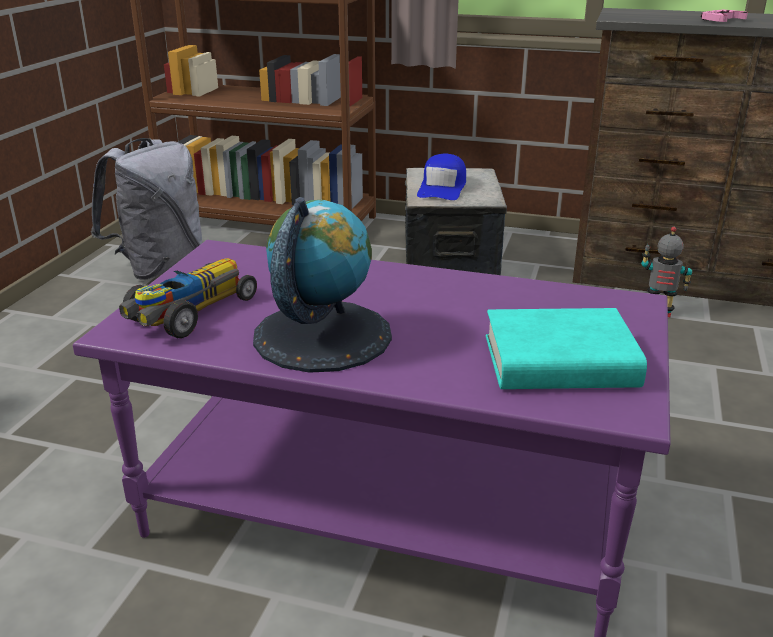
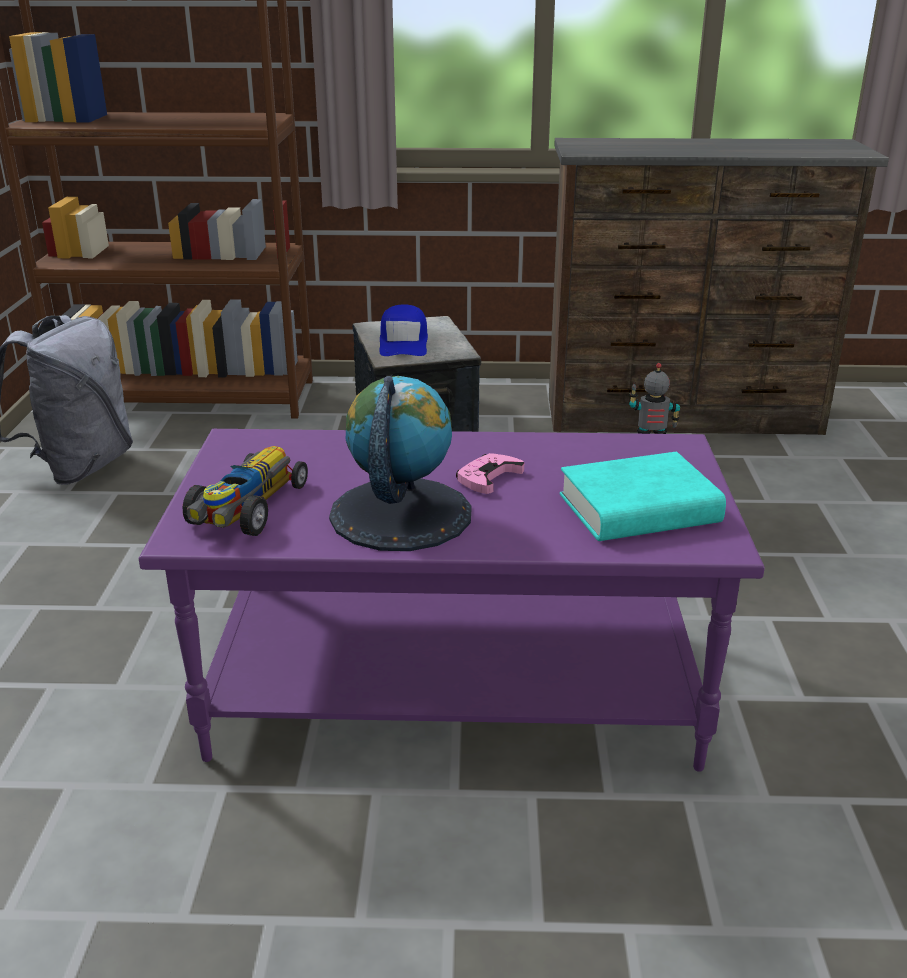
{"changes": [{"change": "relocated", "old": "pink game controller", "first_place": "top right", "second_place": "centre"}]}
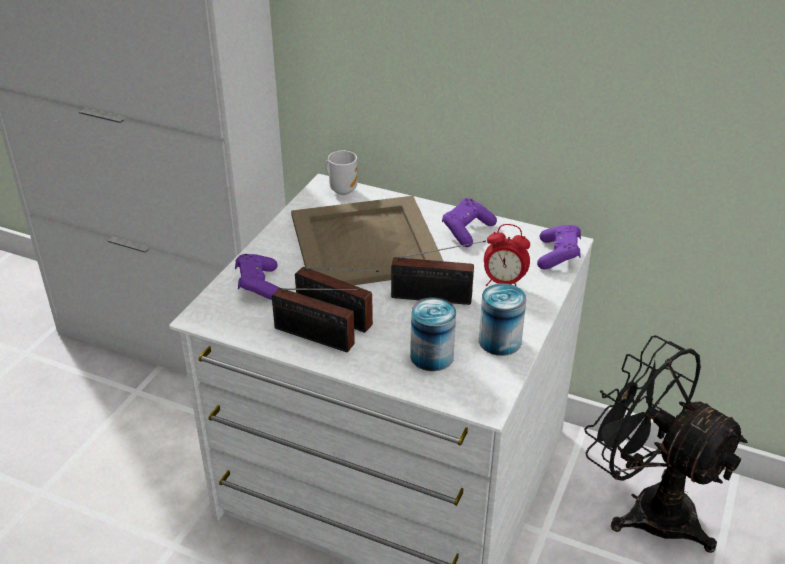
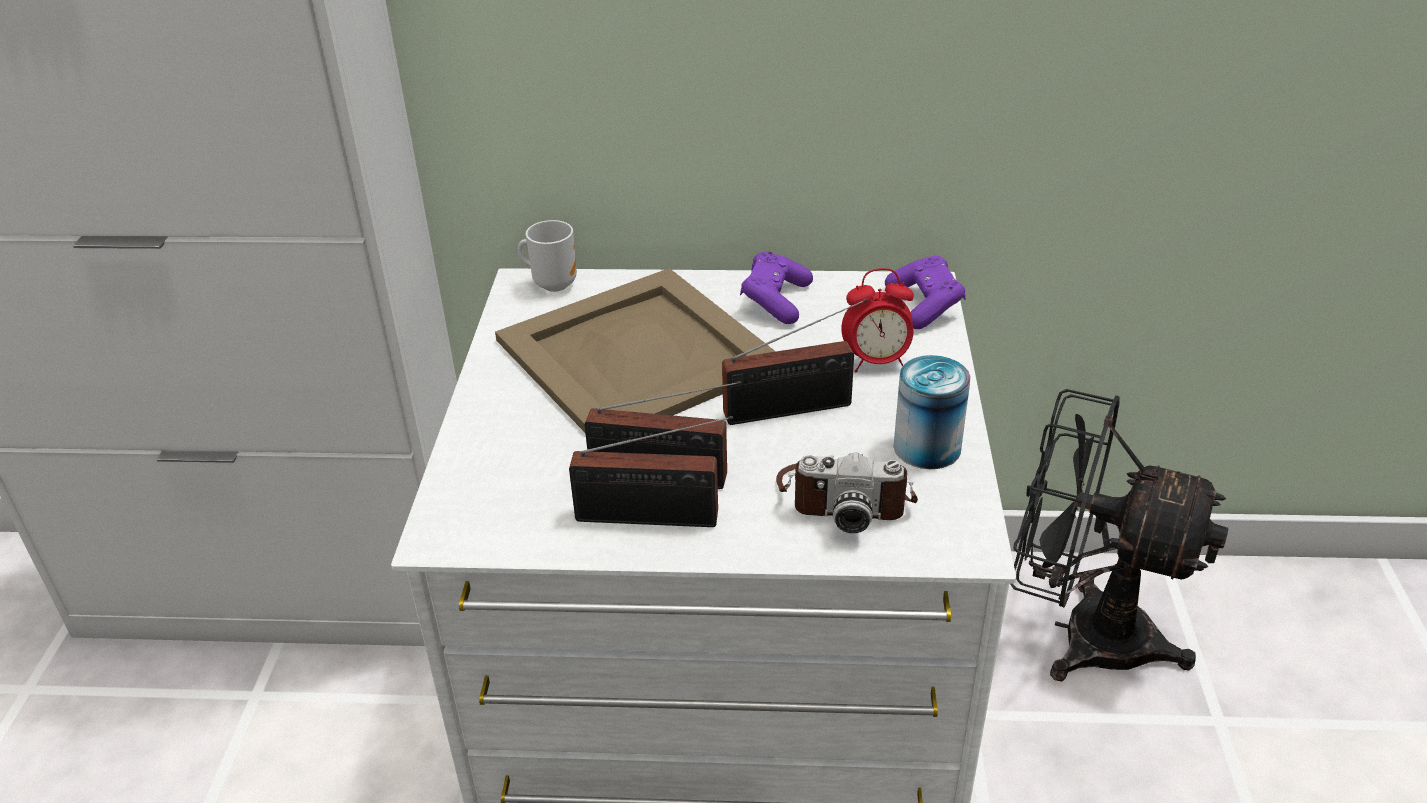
{"changes": [{"change": "missing", "old": "purple game controller (no. 1 from left)", "first_place": "middle left"}, {"change": "exchanged", "old": "can (no. 1 from left)", "new": "photo camera", "first_place": "centre", "second_place": "centre"}]}
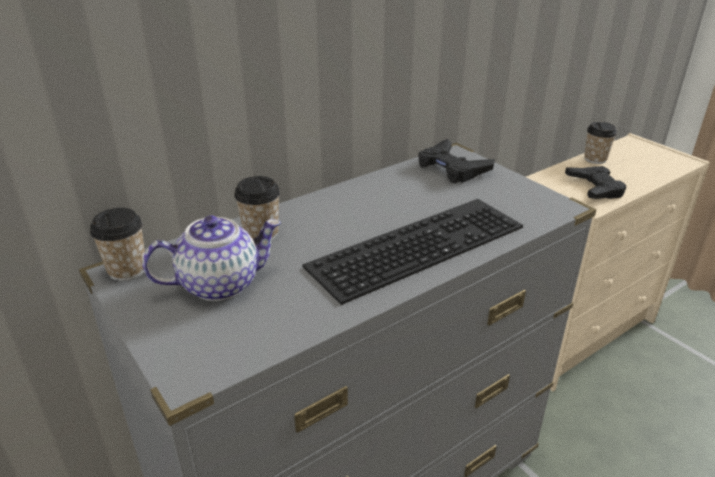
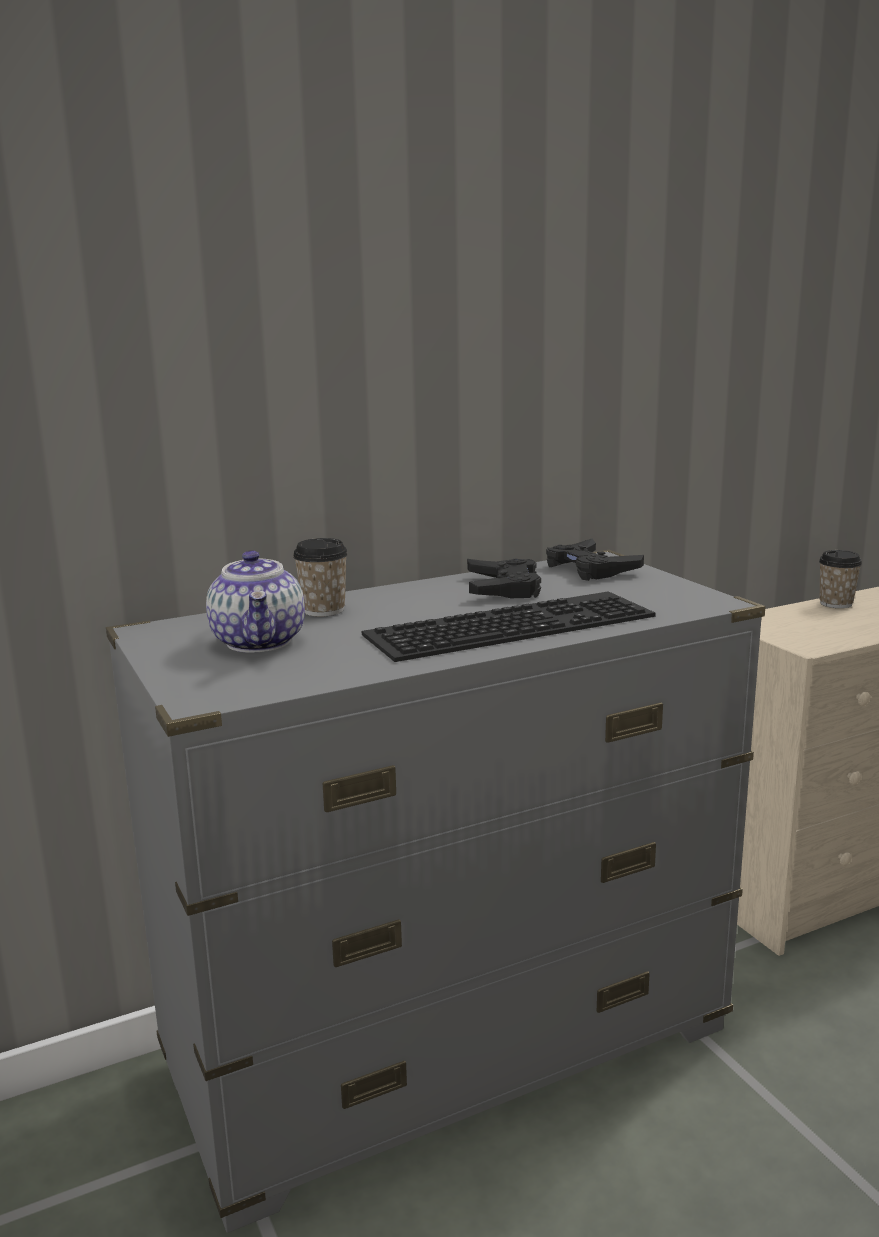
{"changes": [{"change": "relocated", "old": "black game controller (no. 2 from left in the first image)", "new": "black game controller (no. 1 from left)", "first_place": "middle right", "second_place": "centre"}, {"change": "missing", "old": "cup (no. 1 from left)", "first_place": "middle left"}, {"change": "spun", "old": "teapot", "first_place": "middle left", "second_place": "middle left", "degrees": 90}]}
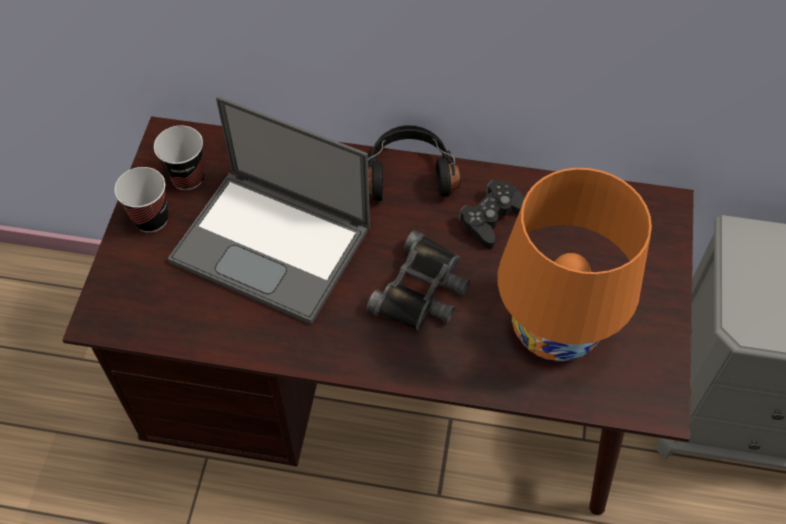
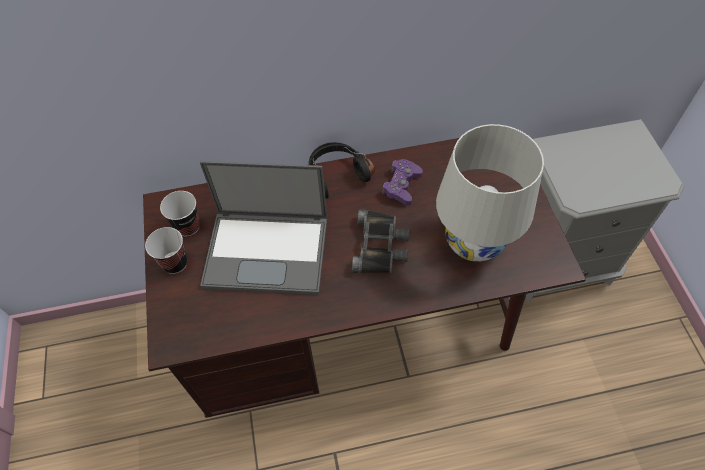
{"changes": [{"change": "colour", "old": "orange table lamp", "new": "white table lamp", "first_place": "middle right", "second_place": "middle right"}, {"change": "colour", "old": "black game controller", "new": "purple game controller", "first_place": "centre", "second_place": "centre"}]}
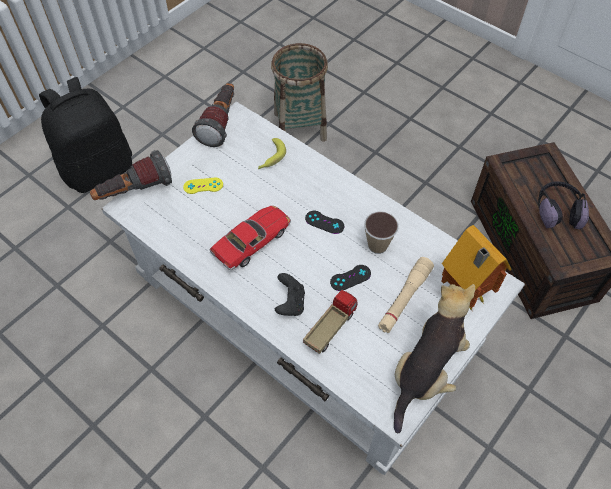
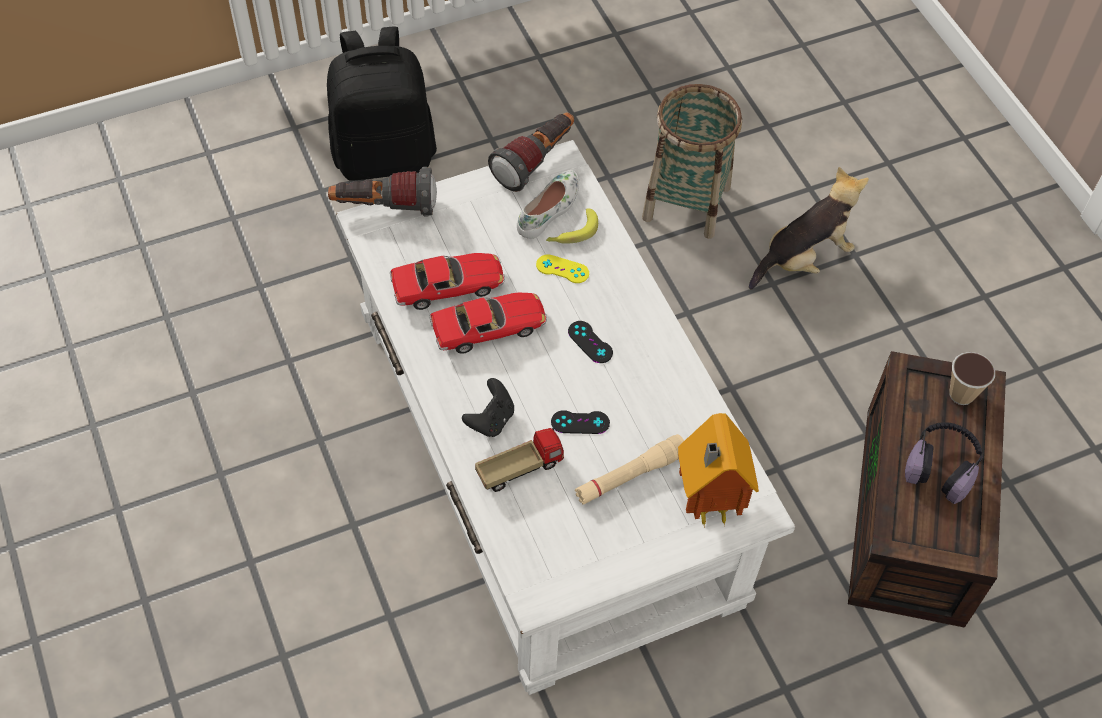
{"changes": [{"change": "relocated", "old": "yellow game controller", "first_place": "middle left", "second_place": "centre"}, {"change": "relocated", "old": "cup", "first_place": "centre", "second_place": "middle right"}, {"change": "relocated", "old": "plush toy", "first_place": "bottom right", "second_place": "top right"}, {"change": "appeared", "new": "white shoe", "second_place": "top centre"}, {"change": "appeared", "new": "toy car (no. 1 from left)", "second_place": "centre"}]}
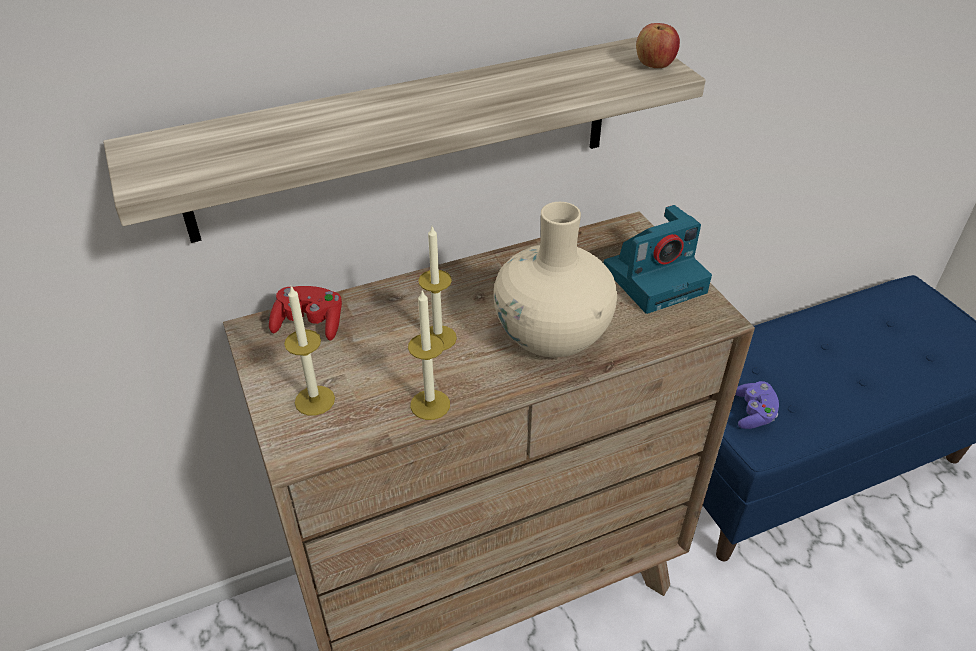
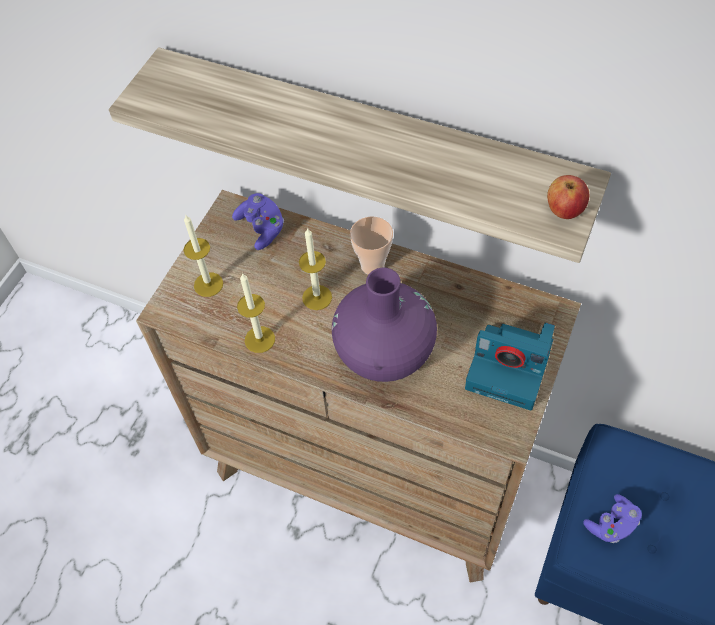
{"changes": [{"change": "colour", "old": "beige vase", "new": "purple vase", "first_place": "centre", "second_place": "centre"}, {"change": "colour", "old": "red game controller", "new": "purple game controller (no. 1 from left)", "first_place": "middle left", "second_place": "centre"}, {"change": "appeared", "new": "cup", "second_place": "centre"}]}
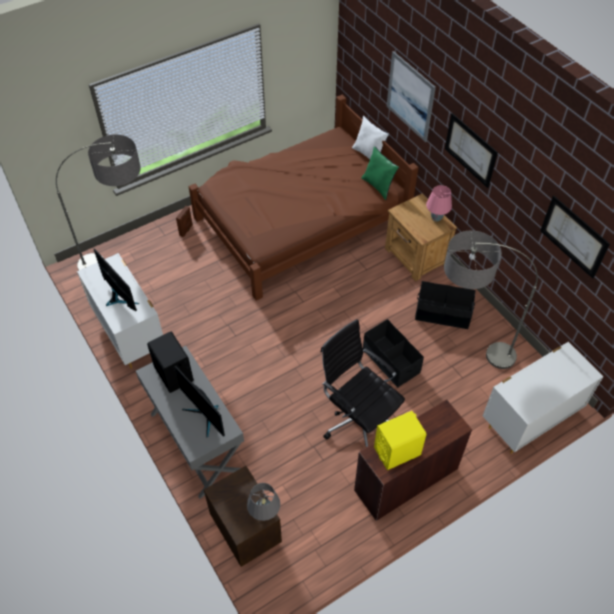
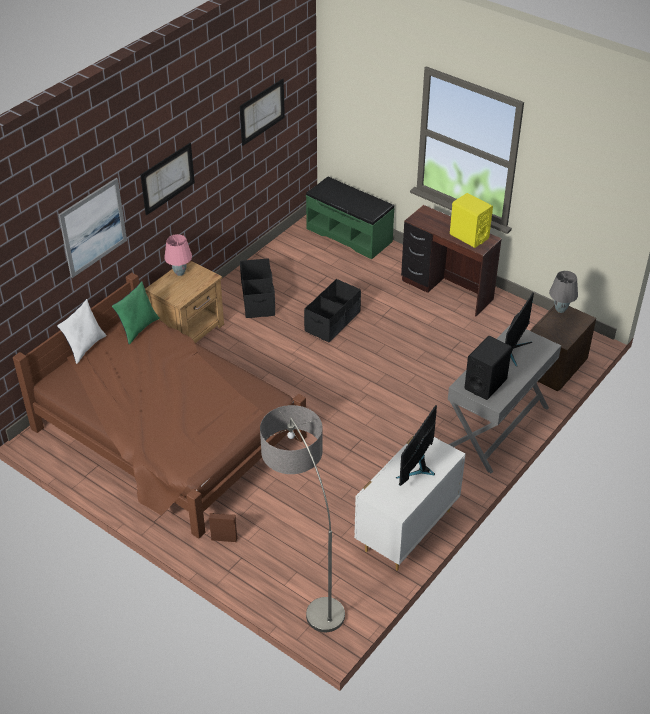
{"changes": [{"change": "missing", "old": "floor lamp (no. 2 from left)", "first_place": "middle right"}, {"change": "missing", "old": "black office chair", "first_place": "centre"}, {"change": "exchanged", "old": "white dresser (no. 2 from left)", "new": "green bench", "first_place": "middle right", "second_place": "top centre"}]}
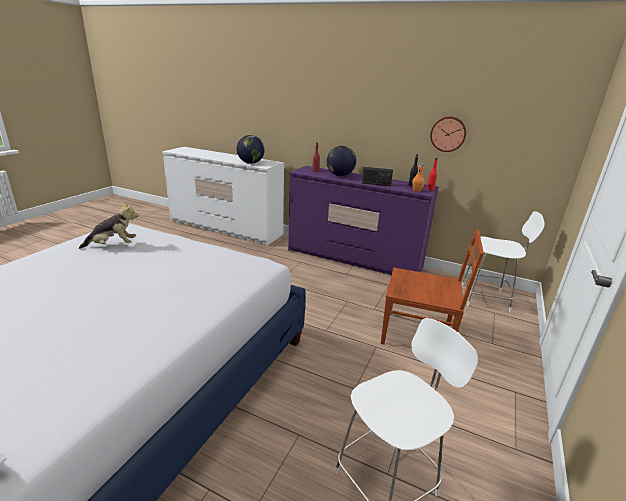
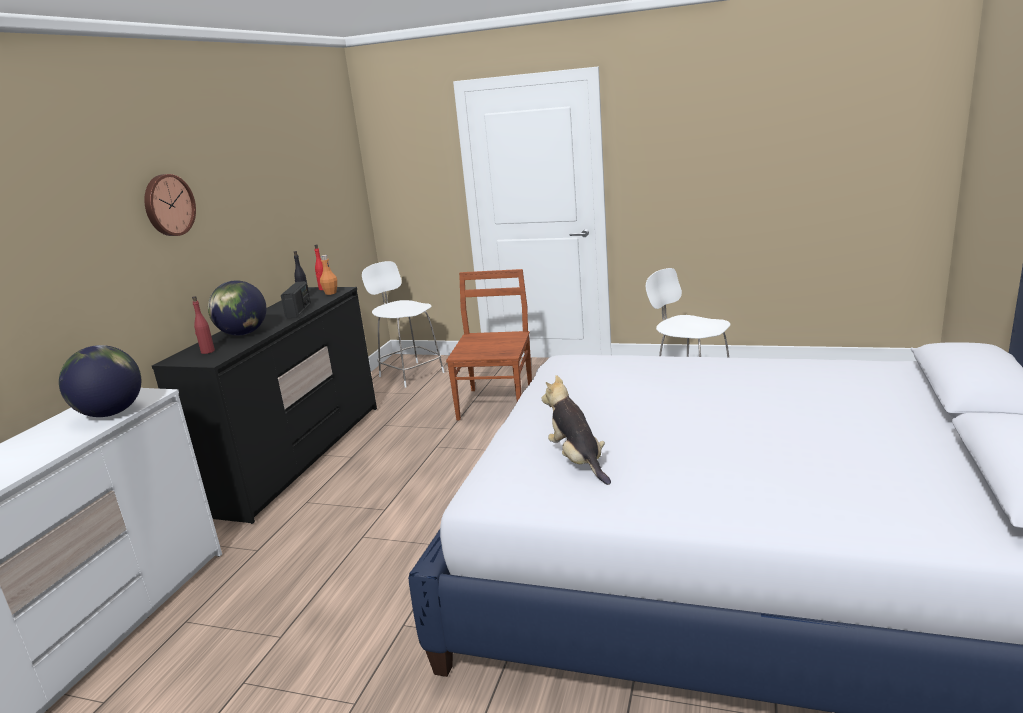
{"changes": [{"change": "relocated", "old": "wall clock", "first_place": "top right", "second_place": "top left"}, {"change": "colour", "old": "purple dresser", "new": "black dresser", "first_place": "centre", "second_place": "middle left"}, {"change": "spun", "old": "white chair (no. 2 from left in the first image)", "first_place": "middle right", "second_place": "centre", "degrees": -45}]}
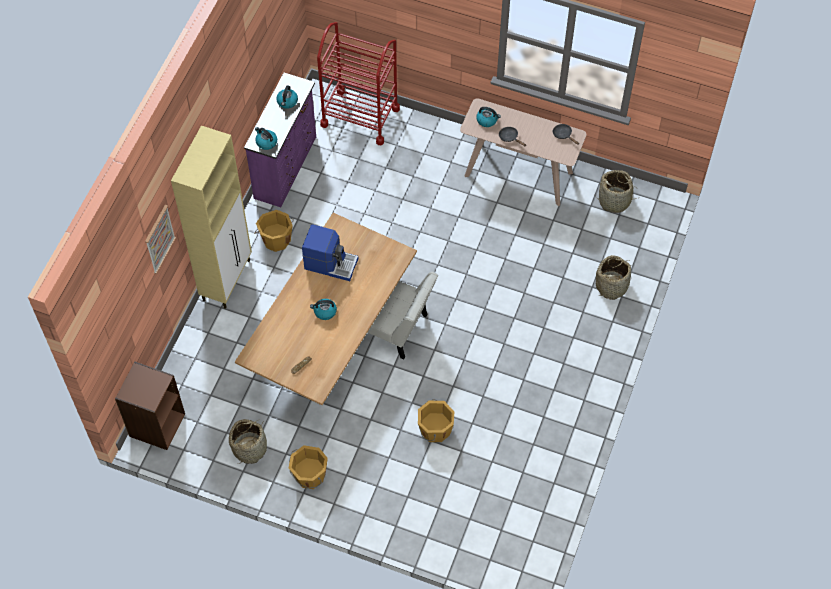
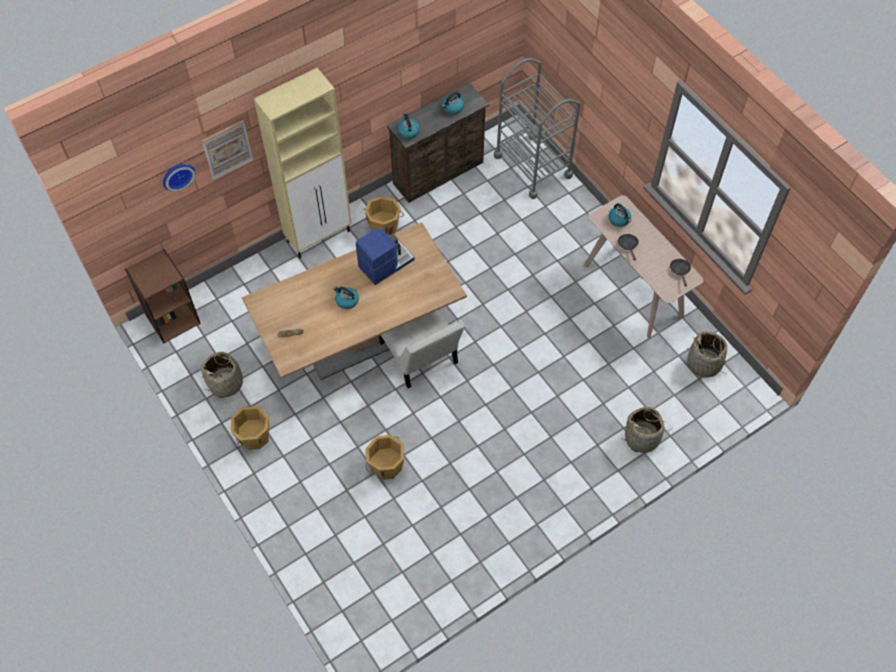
{"changes": [{"change": "colour", "old": "red cart", "new": "grey cart", "first_place": "top centre", "second_place": "top centre"}, {"change": "colour", "old": "purple dresser", "new": "brown dresser", "first_place": "top centre", "second_place": "top centre"}, {"change": "spun", "old": "coffee machine", "first_place": "centre", "second_place": "centre", "degrees": -90}, {"change": "appeared", "new": "wall clock", "second_place": "top left"}]}
